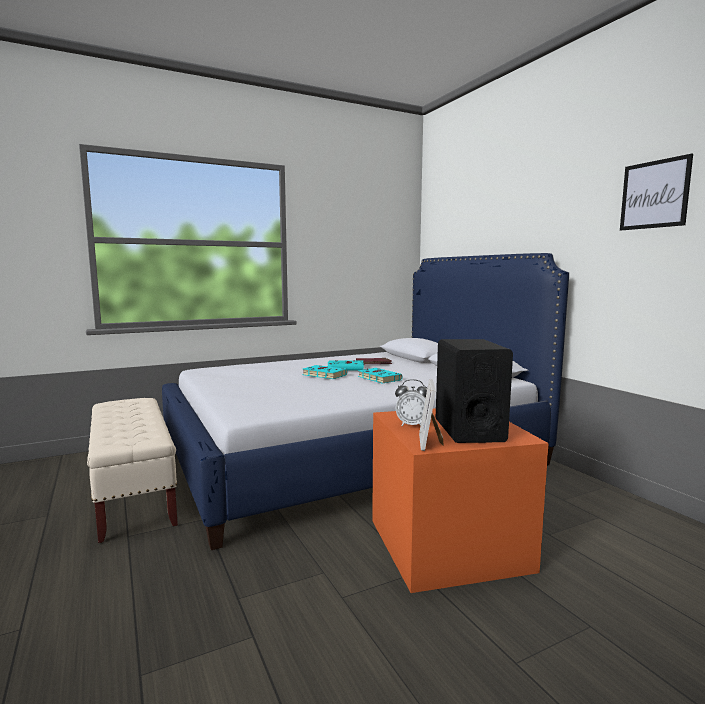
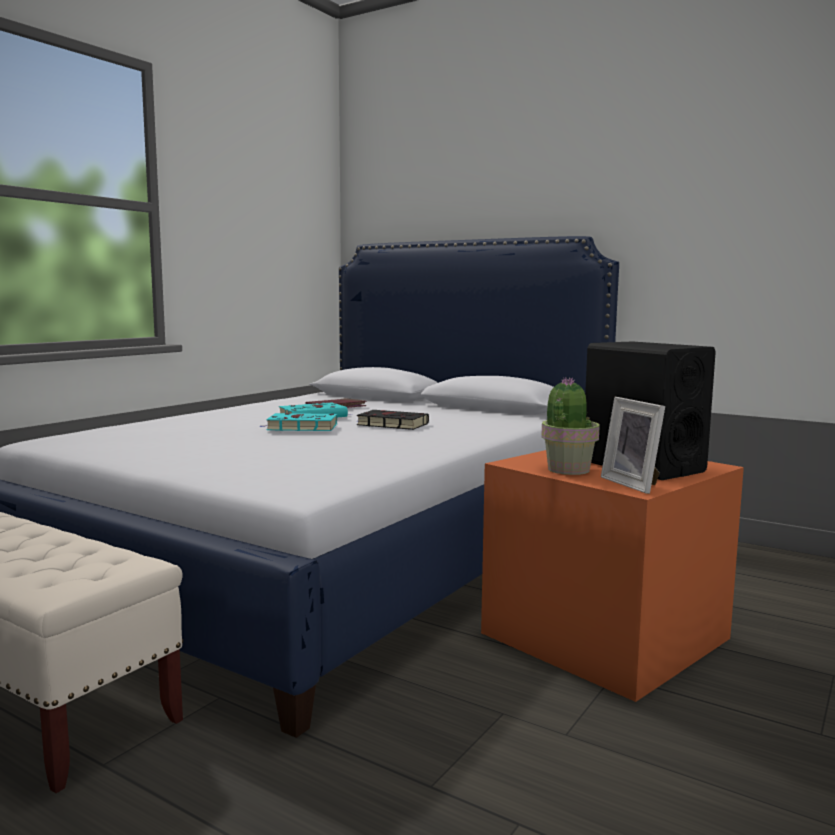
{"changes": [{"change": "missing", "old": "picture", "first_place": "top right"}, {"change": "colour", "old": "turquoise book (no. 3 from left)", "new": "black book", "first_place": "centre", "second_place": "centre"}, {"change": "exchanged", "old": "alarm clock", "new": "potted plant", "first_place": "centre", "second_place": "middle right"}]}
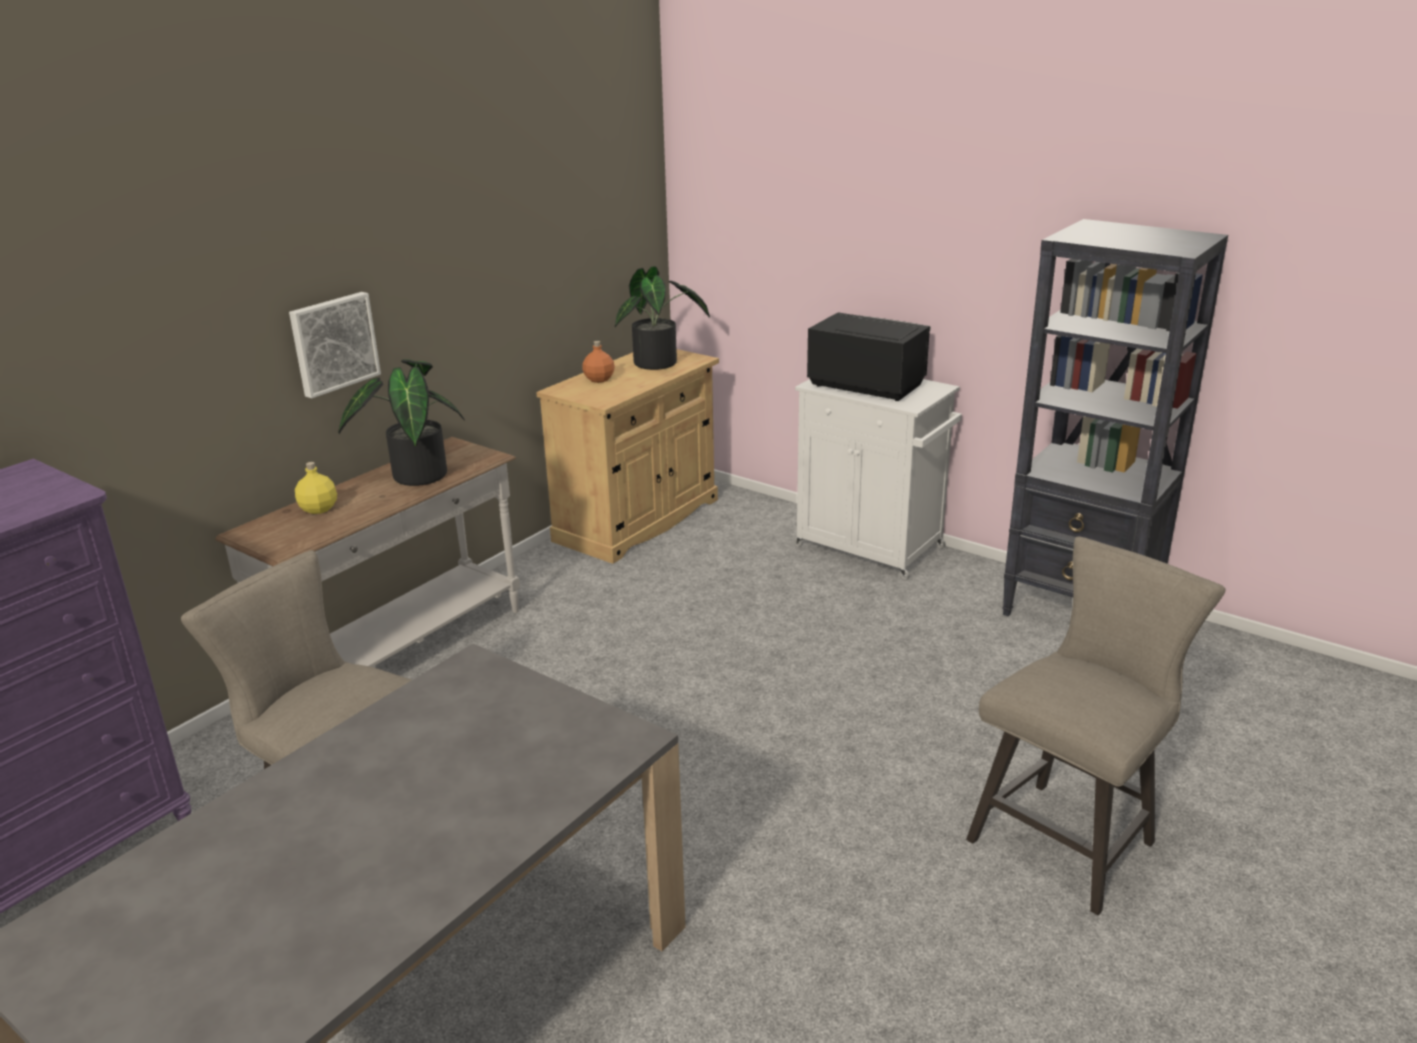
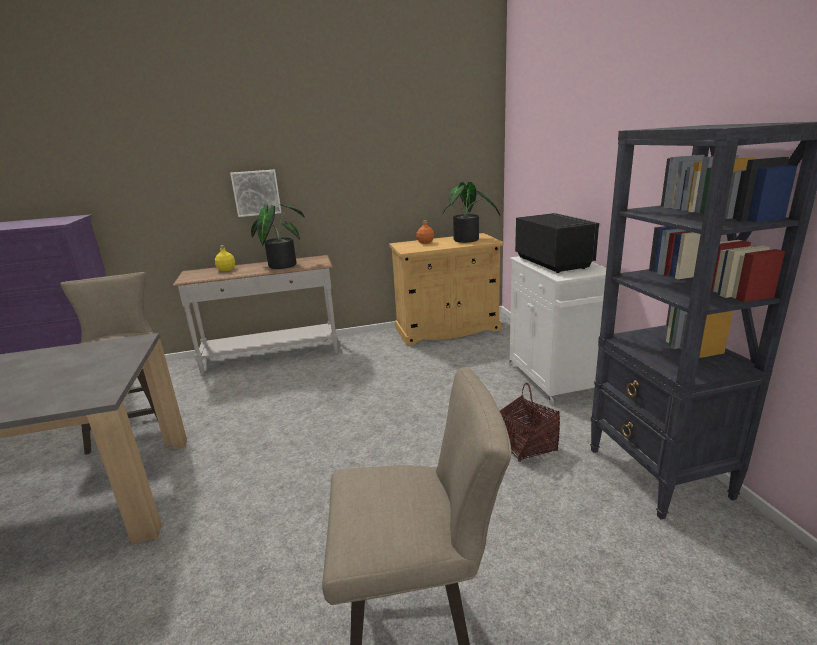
{"changes": [{"change": "appeared", "new": "basket", "second_place": "centre"}]}
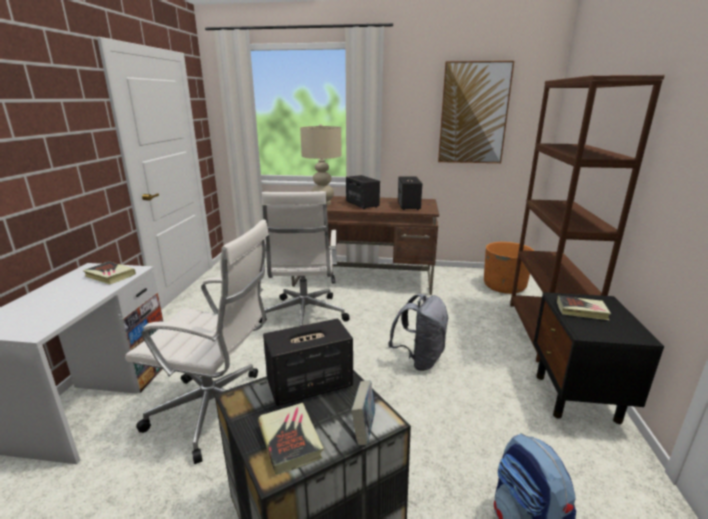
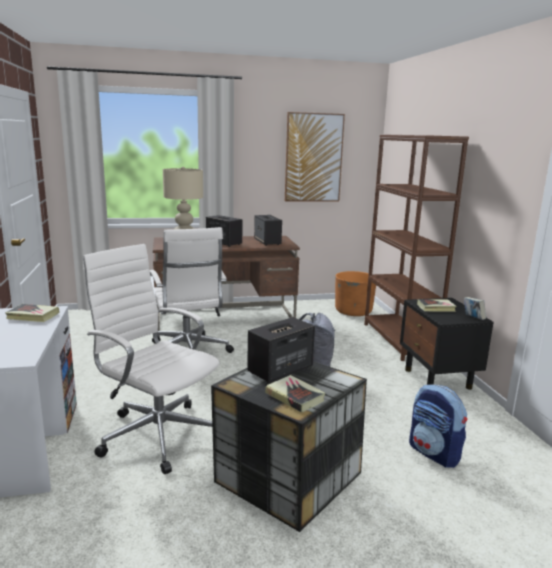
{"changes": [{"change": "spun", "old": "white office chair (no. 1 from left)", "first_place": "middle left", "second_place": "middle left", "degrees": -135}, {"change": "relocated", "old": "book (no. 3 from left in the first image)", "new": "book (no. 4 from left)", "first_place": "bottom centre", "second_place": "middle right"}]}
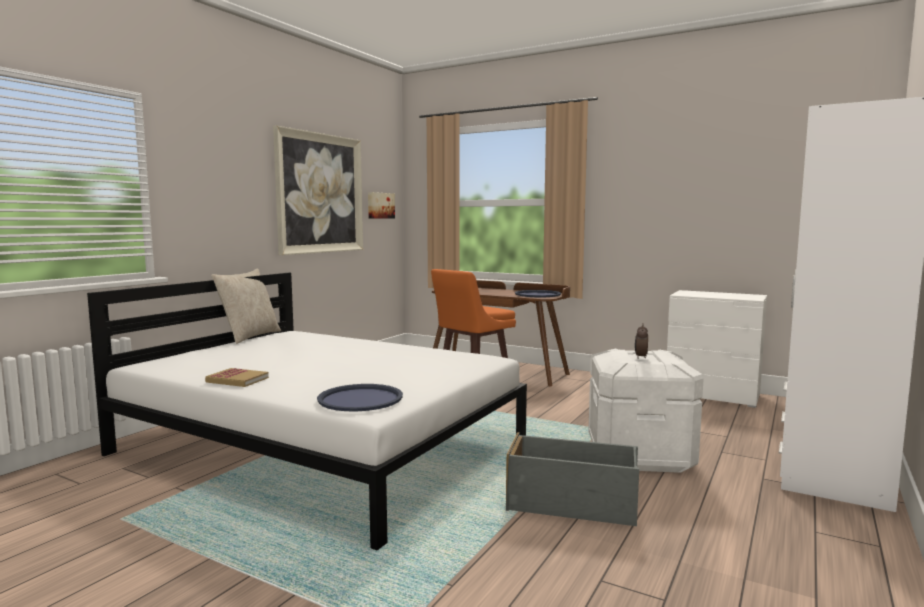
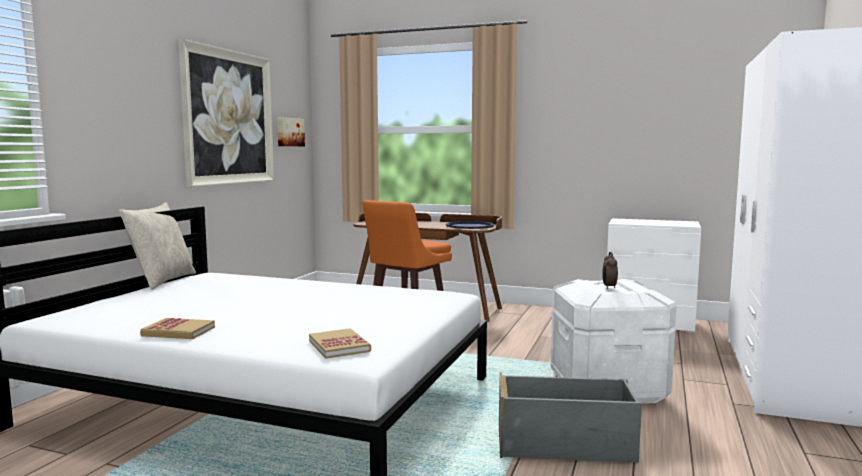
{"changes": [{"change": "exchanged", "old": "blue tray (no. 1 from left)", "new": "book (no. 2 from left)", "first_place": "centre", "second_place": "bottom centre"}]}
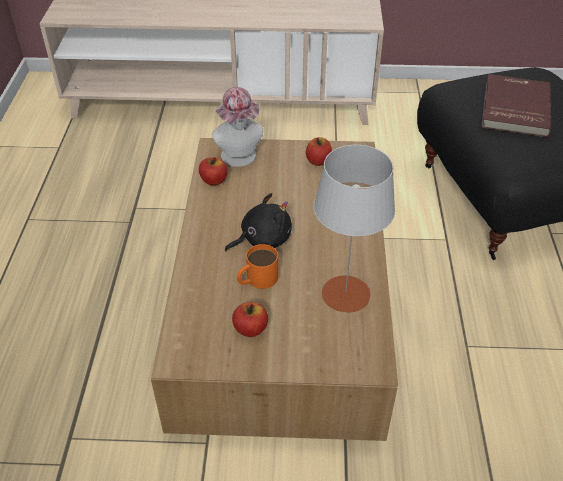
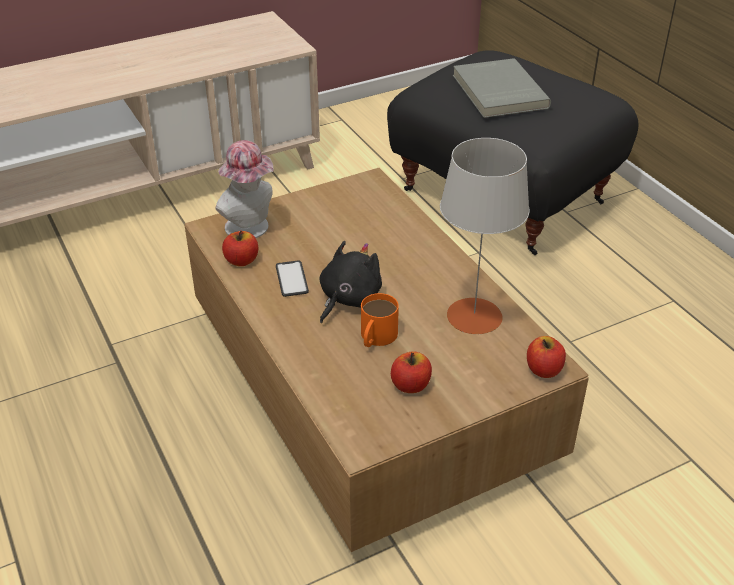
{"changes": [{"change": "colour", "old": "red book", "new": "grey book", "first_place": "top right", "second_place": "top right"}, {"change": "relocated", "old": "apple (no. 3 from left)", "first_place": "top centre", "second_place": "middle right"}, {"change": "appeared", "new": "phone", "second_place": "centre"}]}
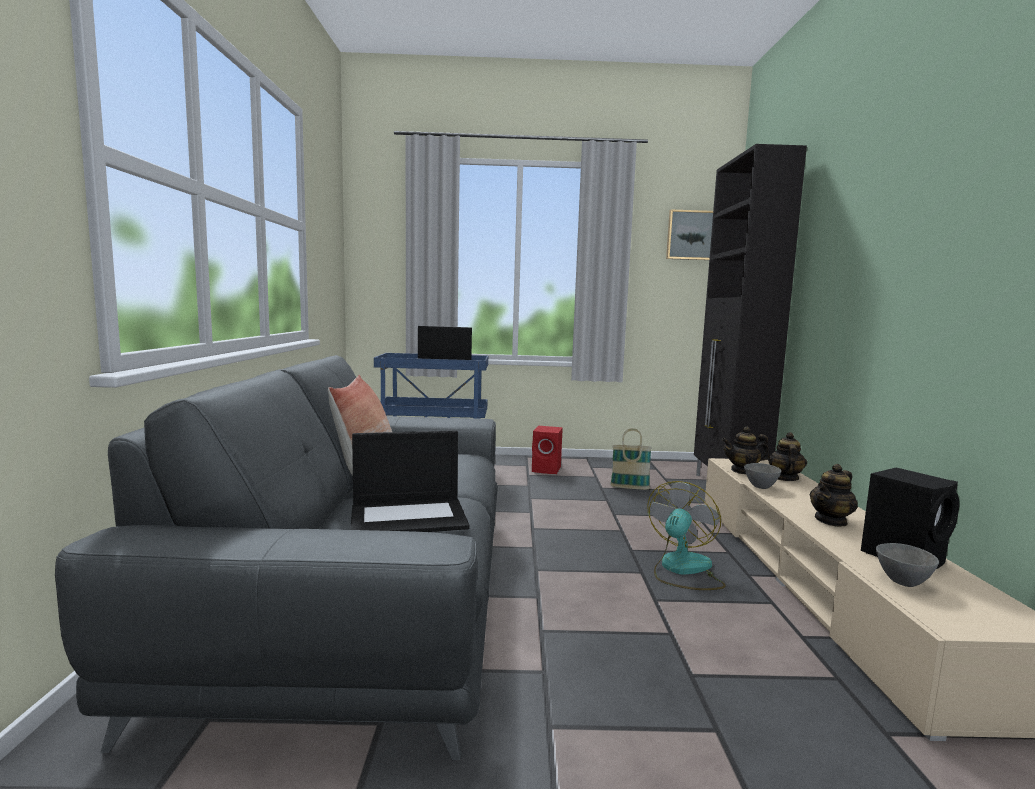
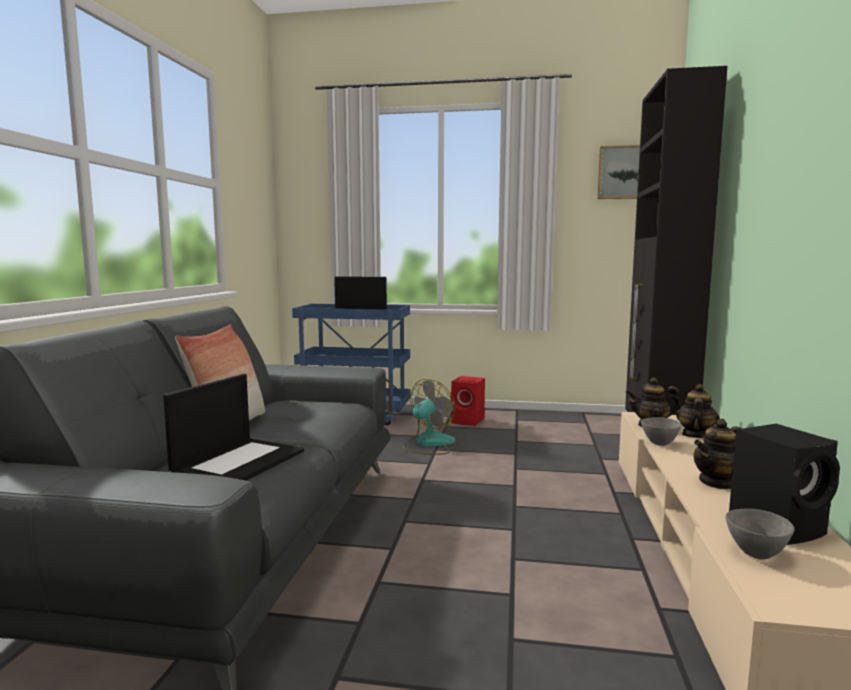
{"changes": [{"change": "missing", "old": "basket", "first_place": "centre"}, {"change": "spun", "old": "laptop (no. 1 from left)", "first_place": "centre", "second_place": "middle left", "degrees": -60}, {"change": "relocated", "old": "fan", "first_place": "bottom centre", "second_place": "centre"}]}
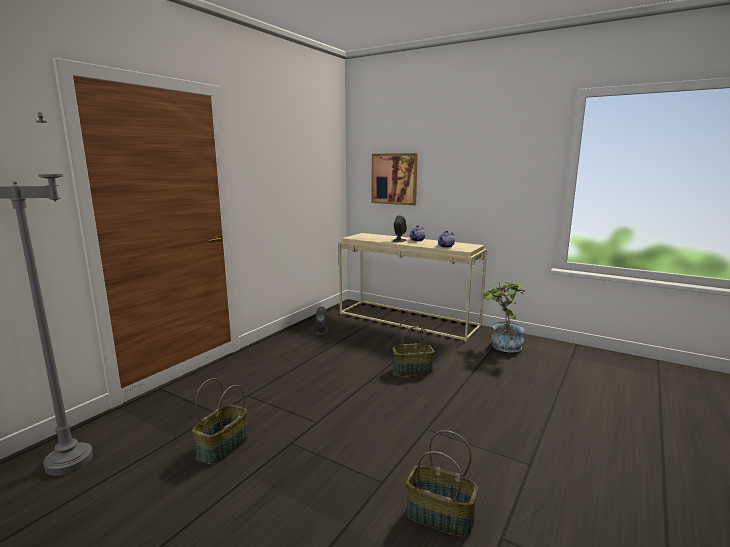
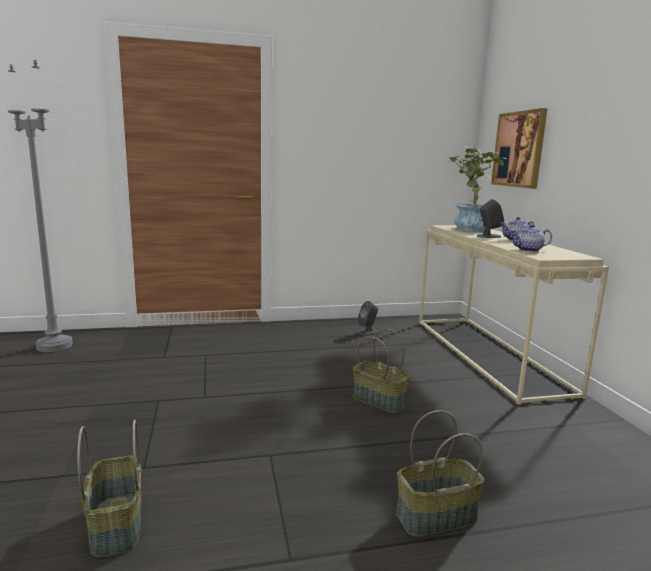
{"changes": [{"change": "relocated", "old": "potted plant", "first_place": "middle right", "second_place": "top right"}, {"change": "relocated", "old": "basket (no. 1 from left in the first image)", "new": "basket (no. 3 from left)", "first_place": "bottom left", "second_place": "bottom right"}]}
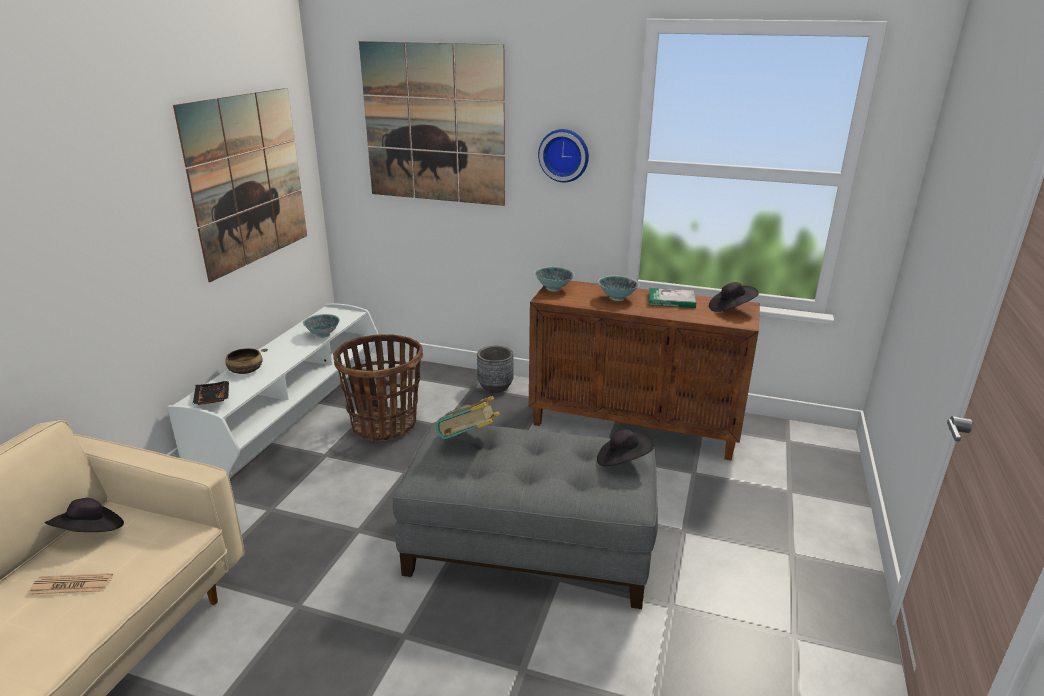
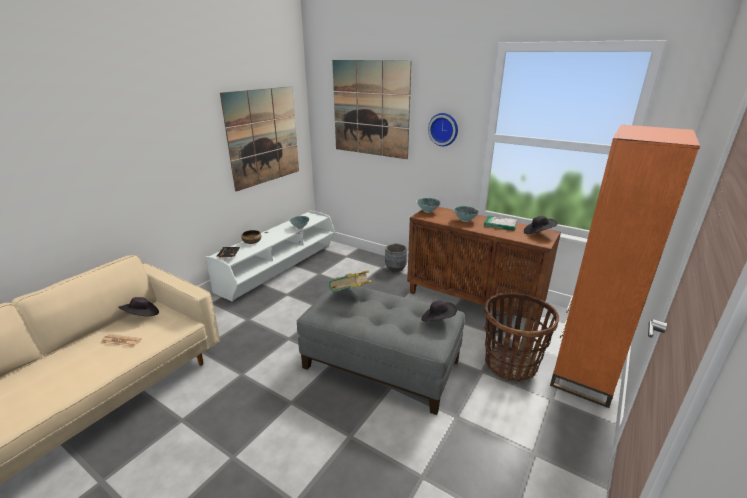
{"changes": [{"change": "relocated", "old": "basket", "first_place": "centre", "second_place": "bottom right"}, {"change": "appeared", "new": "orange bookcase", "second_place": "middle right"}]}
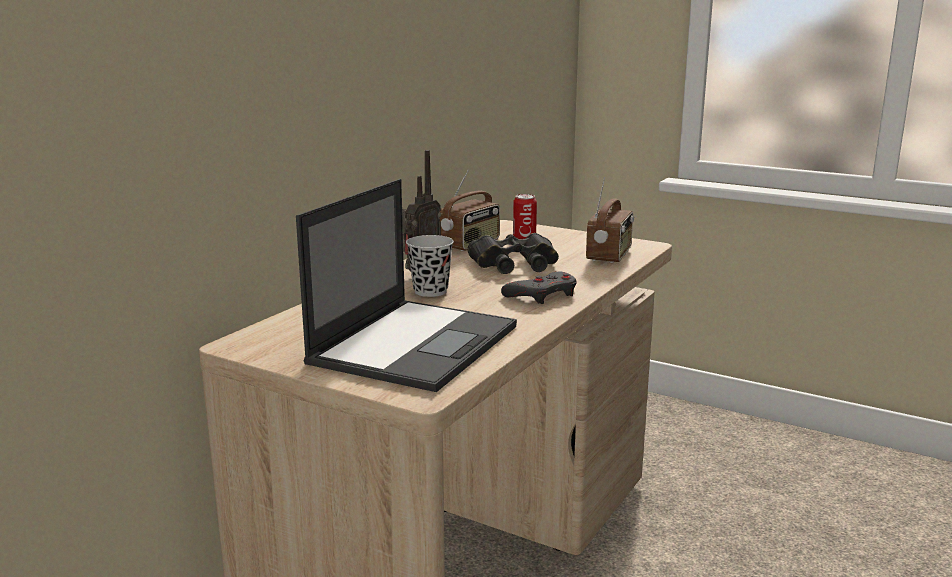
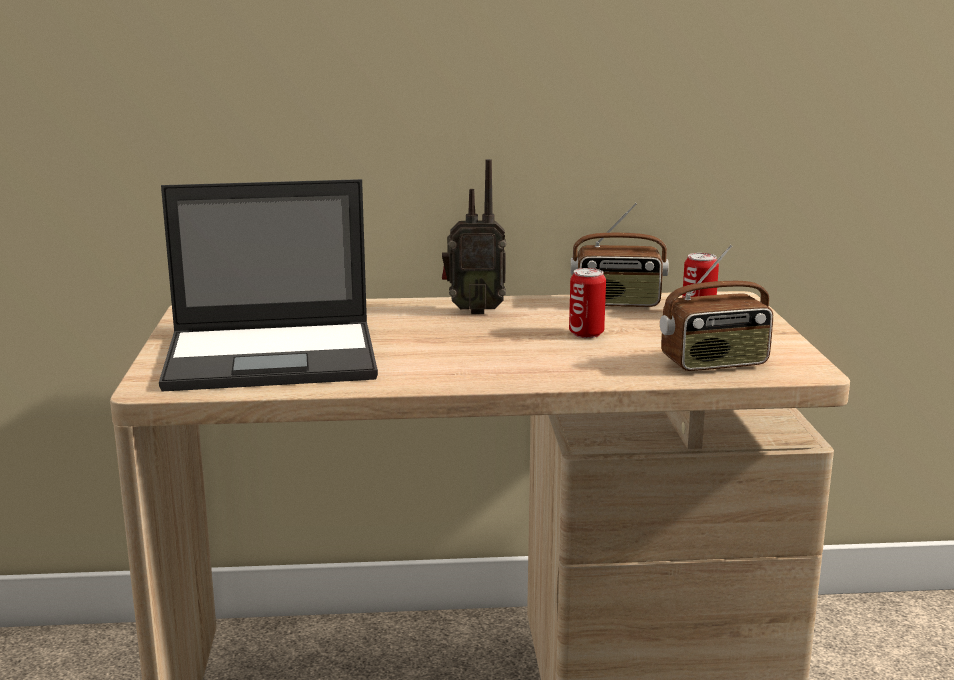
{"changes": [{"change": "exchanged", "old": "black binoculars", "new": "can (no. 1 from left)", "first_place": "centre", "second_place": "centre"}, {"change": "missing", "old": "black cup", "first_place": "centre"}, {"change": "missing", "old": "grey game controller", "first_place": "centre"}]}
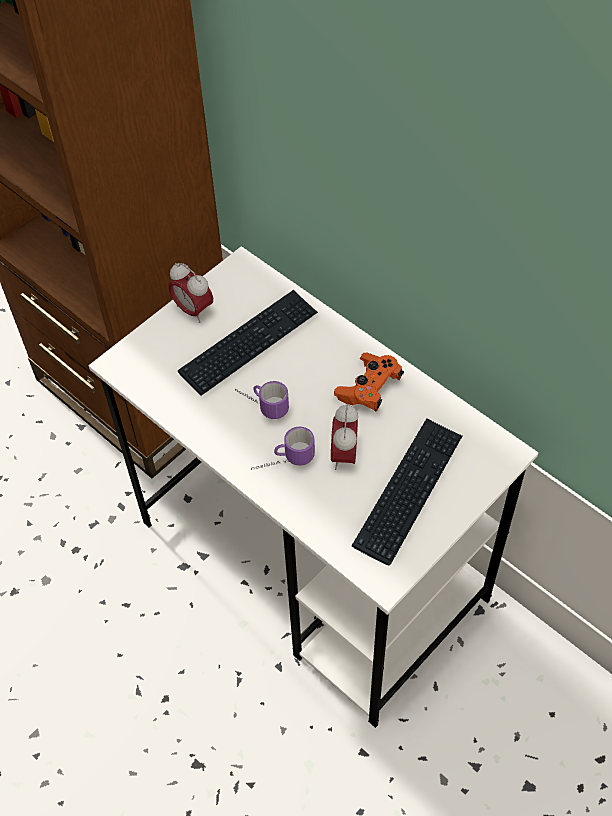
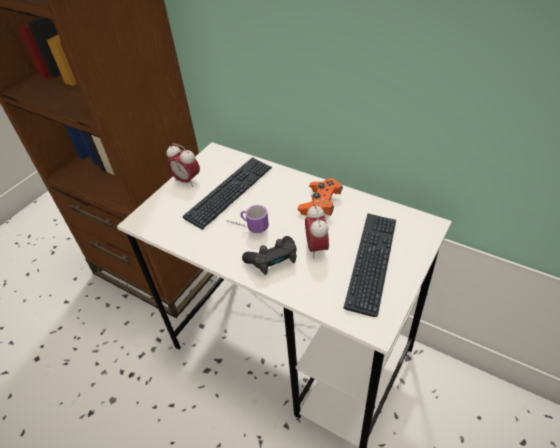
{"changes": [{"change": "exchanged", "old": "mug (no. 2 from left)", "new": "black game controller", "first_place": "centre", "second_place": "centre"}]}
